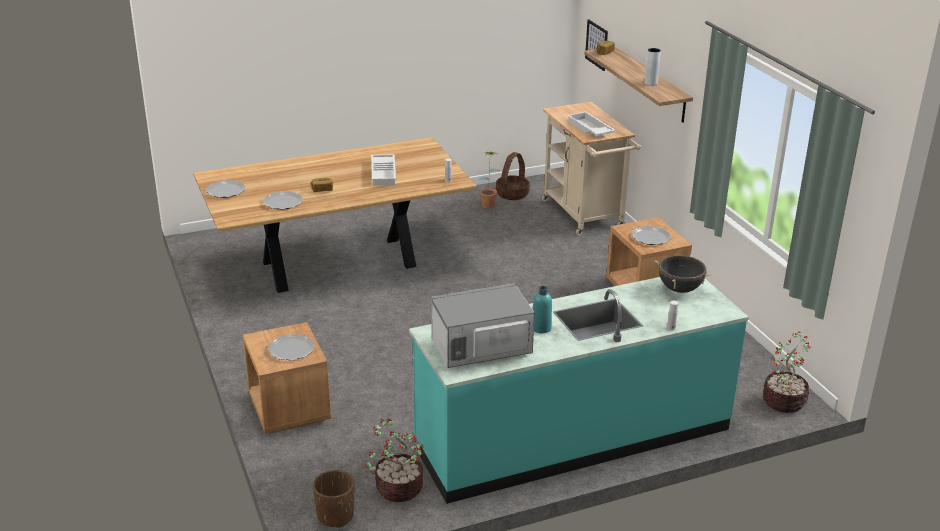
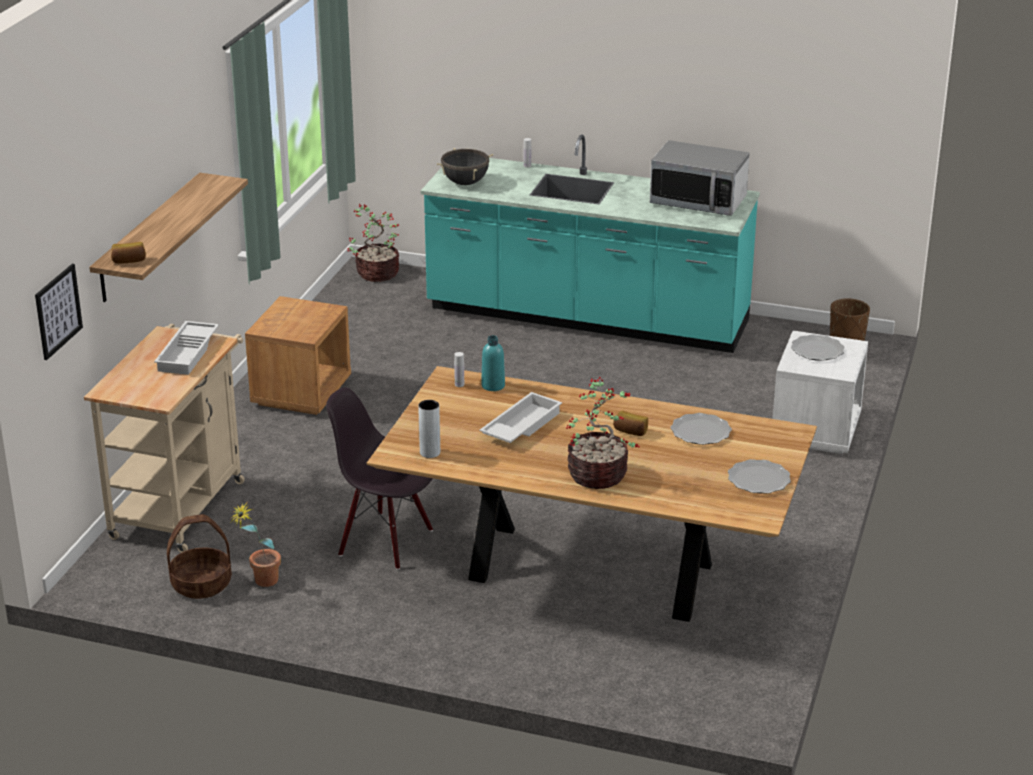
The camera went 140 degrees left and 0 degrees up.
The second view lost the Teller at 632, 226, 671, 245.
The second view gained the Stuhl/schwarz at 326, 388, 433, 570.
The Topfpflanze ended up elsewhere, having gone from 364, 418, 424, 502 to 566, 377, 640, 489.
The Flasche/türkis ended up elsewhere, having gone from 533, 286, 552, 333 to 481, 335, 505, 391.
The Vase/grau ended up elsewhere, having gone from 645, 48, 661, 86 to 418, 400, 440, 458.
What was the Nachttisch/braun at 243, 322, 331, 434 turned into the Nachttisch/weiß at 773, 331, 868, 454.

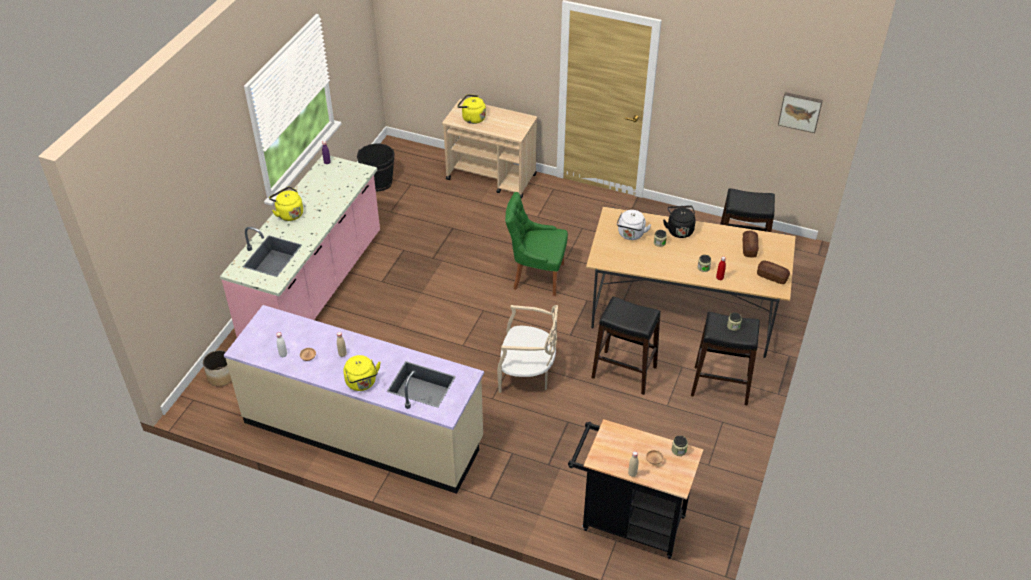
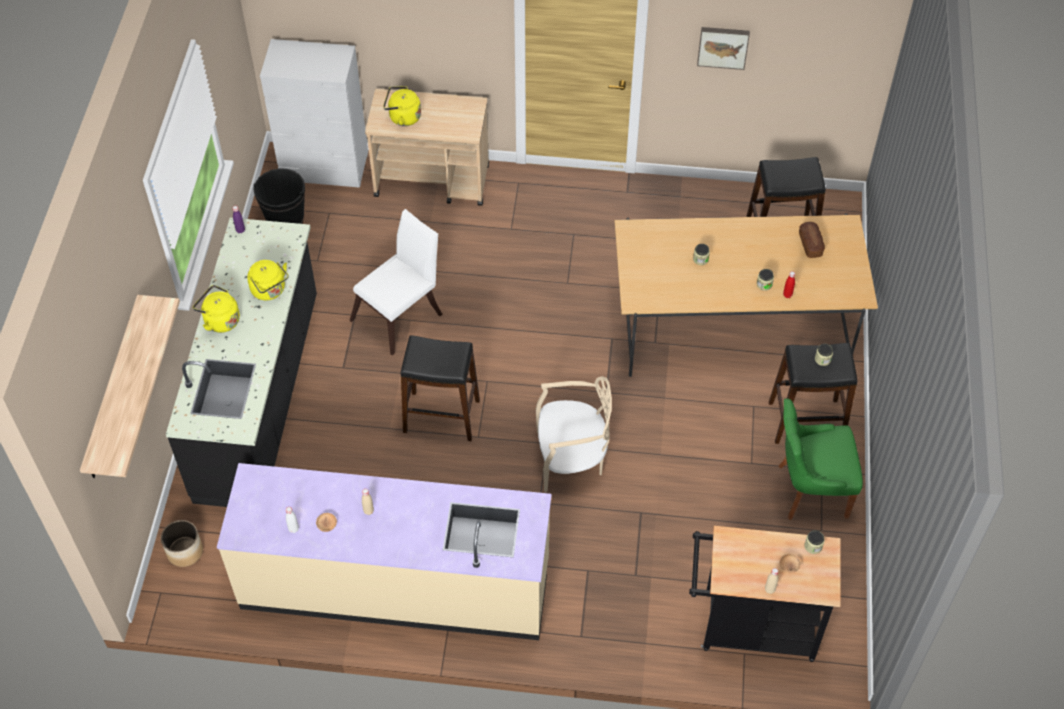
The camera went 15 degrees left and 10 degrees up.
The second view lost the Wasserkessel/weiß at 617, 210, 651, 240.
The second view lost the Wasserkessel/schwarz at 663, 205, 696, 238.
The second view lost the Brot at 757, 261, 790, 284.
The second view gained the Wandregal at 80, 295, 180, 478.
The second view gained the Kommode/weiß at 260, 39, 368, 187.
The second view gained the Stuhl/weiß at 350, 209, 443, 355.
The Wasserkessel/gelb ended up elsewhere, having gone from 343, 355, 381, 391 to 247, 260, 289, 300.
The Stuhl/grün ended up elsewhere, having gone from 505, 192, 568, 296 to 778, 398, 863, 520.
The Hocker/schwarz ended up elsewhere, having gone from 591, 297, 661, 395 to 401, 335, 480, 441.
The Bild ended up elsewhere, having gone from 778, 92, 823, 133 to 697, 27, 750, 70.
What was the Küchenzeile/rosa at 220, 155, 380, 337 turned into the Küchenzeile/schwarz at 166, 218, 317, 507.

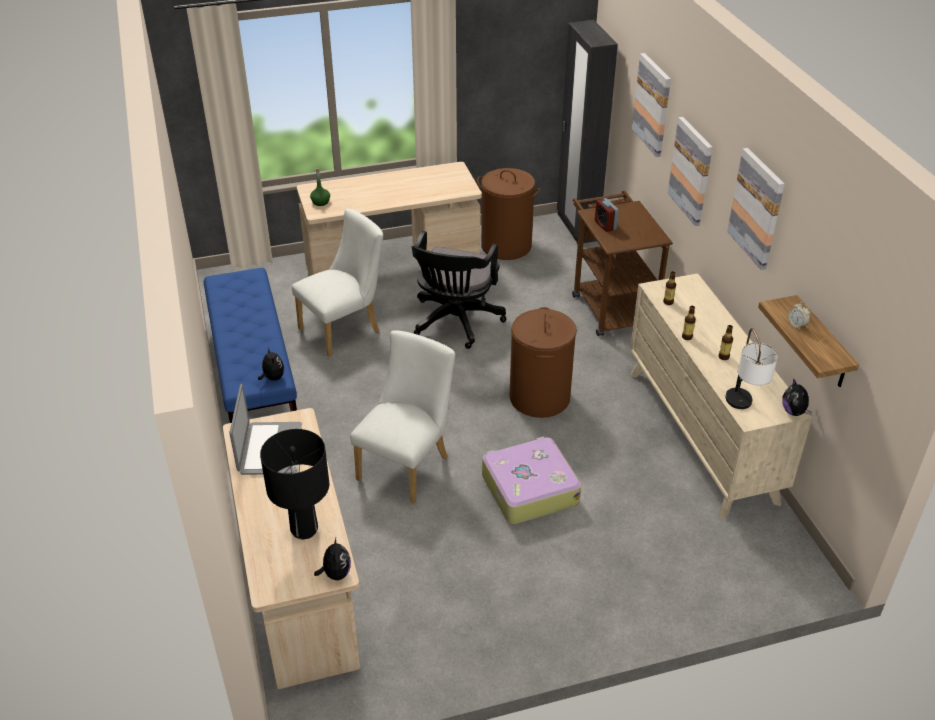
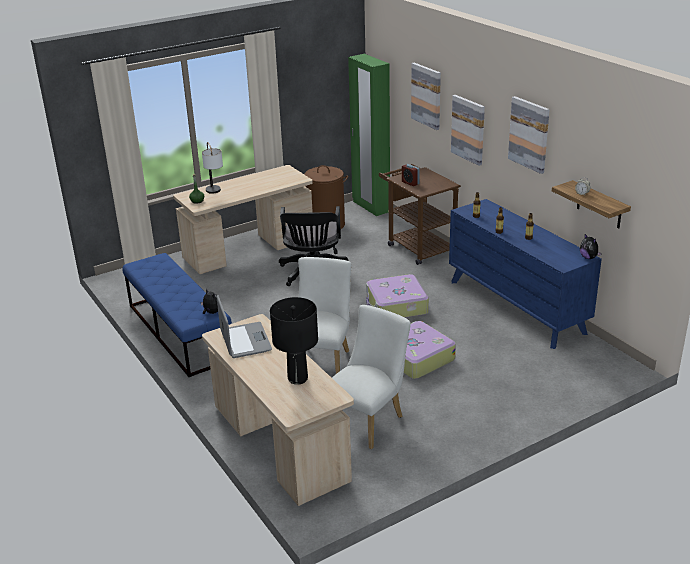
The camera went 15 degrees left and 10 degrees down.
The second view lost the Plüschtier at 314, 538, 351, 580.
The Stuhl/weiß ended up elsewhere, having gone from 292, 208, 383, 357 to 332, 305, 411, 449.
The Tischlampe ended up elsewhere, having gone from 726, 328, 778, 409 to 202, 142, 223, 194.
Where the Wäschekorb/braun stood at 509, 307, 577, 418, the Koffer came to stand at 366, 274, 429, 318.
What was the Kleiderschrank/schwarz at 557, 20, 618, 244 turned into the Kleiderschrank/grün at 348, 54, 390, 216.
What was the Kommode/beige at 630, 273, 812, 519 turned into the Kommode/blau at 449, 199, 602, 349.

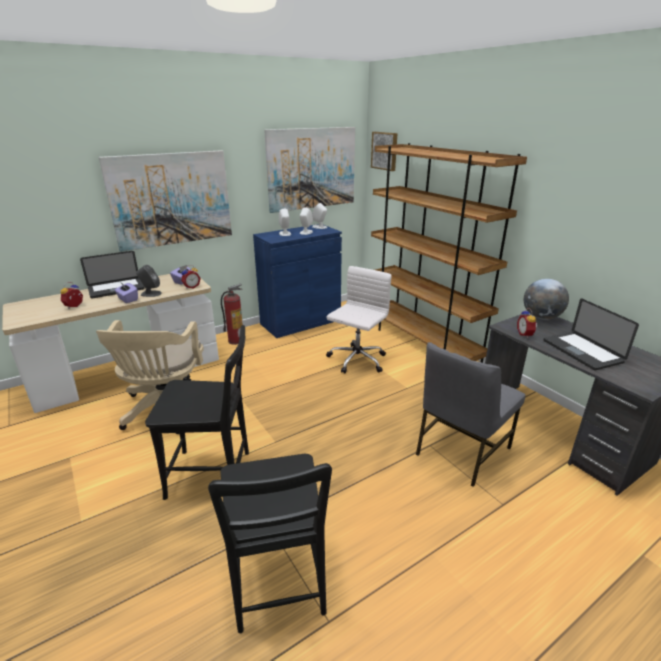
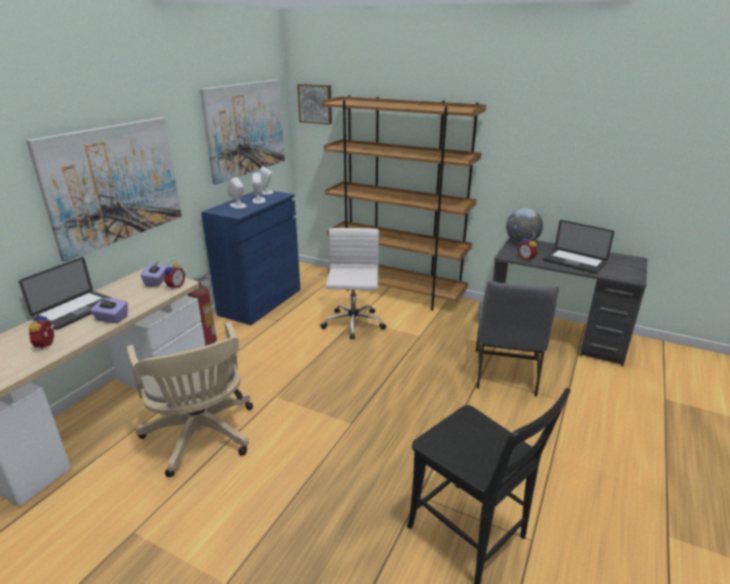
The camera went 30 degrees left and 0 degrees up.
The second view lost the Lautsprecher/grau at 136, 265, 162, 297.
The second view lost the Stuhl/schwarz at 145, 325, 249, 500.

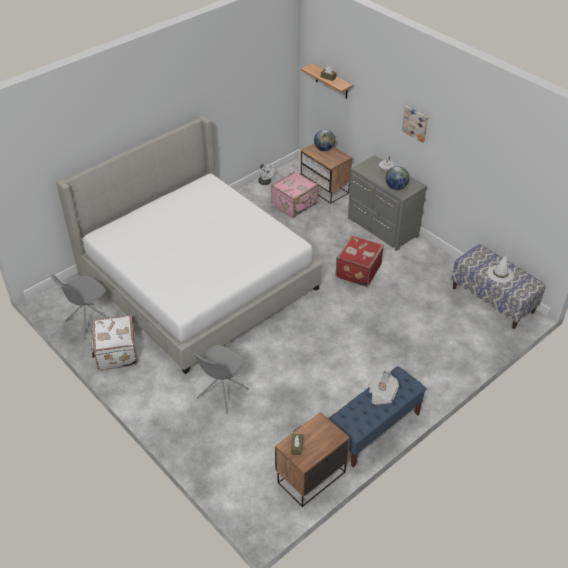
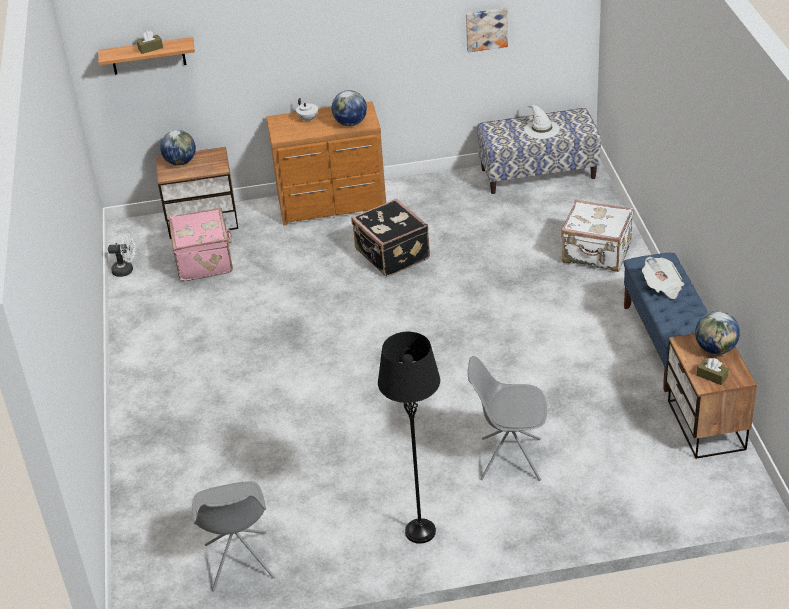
The camera went 55 degrees left and 5 degrees down.
The second view lost the Bett at 56, 115, 322, 374.
The second view gained the Stehlampe/schwarz at 378, 332, 440, 544.
The second view gained the Globus at 695, 311, 740, 355.
The Koffer/weiß ended up elsewhere, having gone from 91, 315, 138, 370 to 561, 200, 633, 272.
The Bild ended up elsewhere, having gone from 402, 106, 428, 143 to 466, 8, 508, 52.
What was the Koffer/rot at 335, 235, 384, 287 turned into the Koffer/schwarz at 351, 199, 430, 277.
What was the Kommode/grau at 348, 155, 427, 251 turned into the Kommode/braun at 266, 101, 386, 226.
The Stuhl/grau at 194, 345, 249, 414 ended up facing another way, 120 degrees clockwise from before.

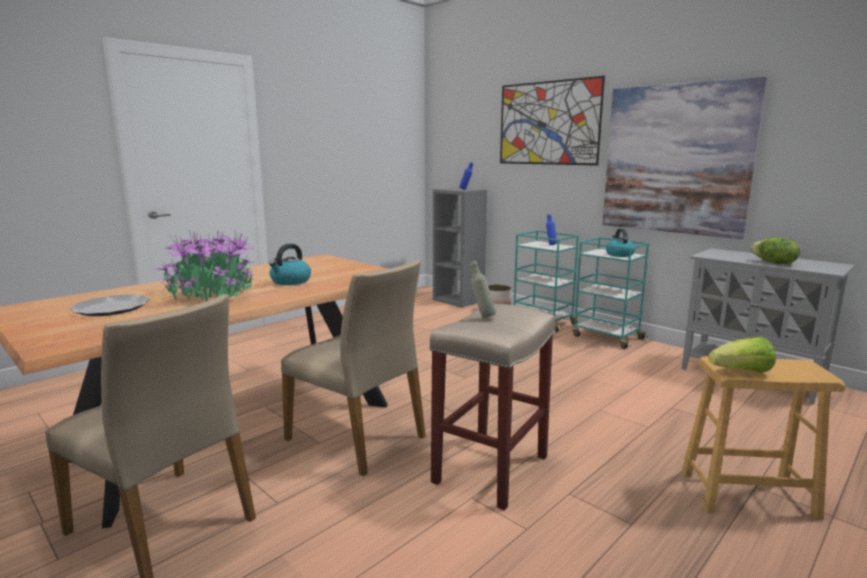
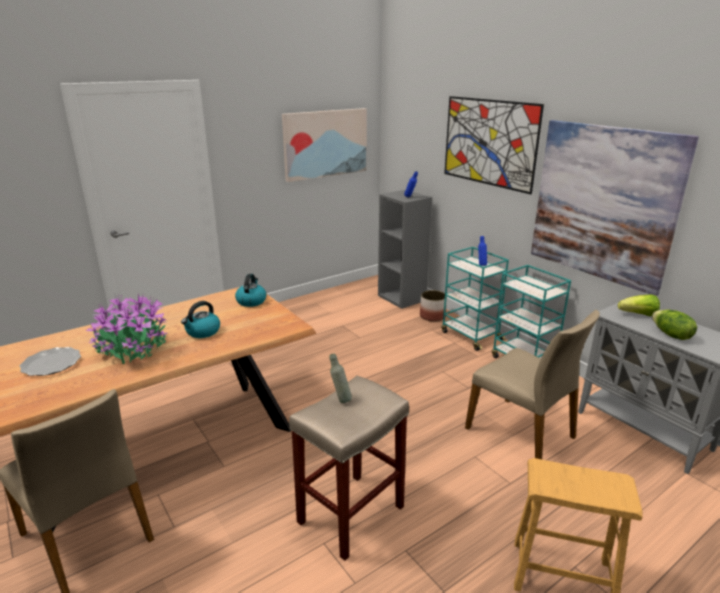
The camera went 10 degrees right and 10 degrees up.
The second view gained the Bild at 282, 108, 367, 182.
The Stuhl/beige ended up elsewhere, having gone from 281, 259, 426, 476 to 465, 310, 600, 459.
The Wasserkessel ended up elsewhere, having gone from 606, 228, 635, 257 to 235, 274, 267, 307.
The Salatkopf ended up elsewhere, having gone from 709, 337, 776, 373 to 618, 295, 660, 316.

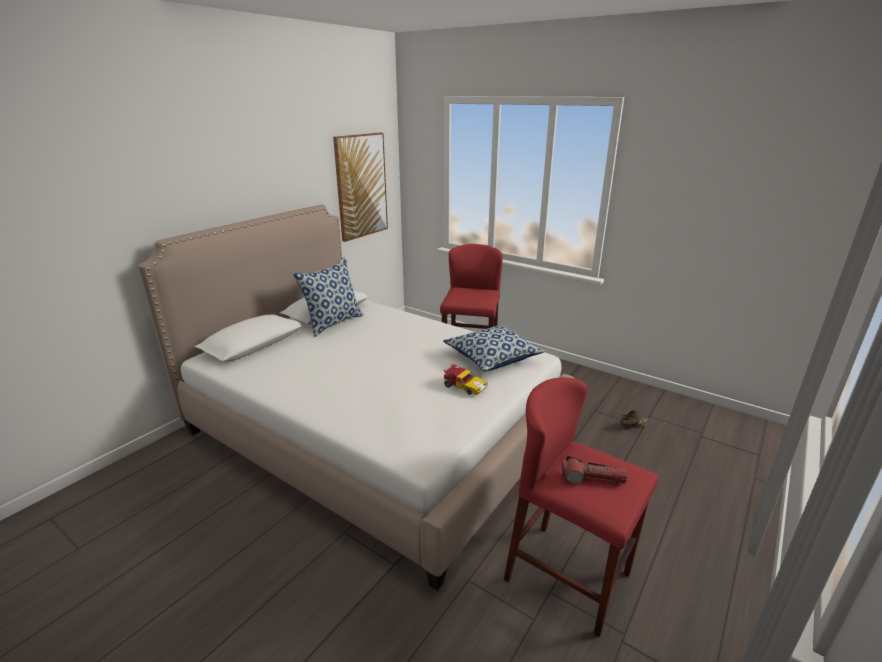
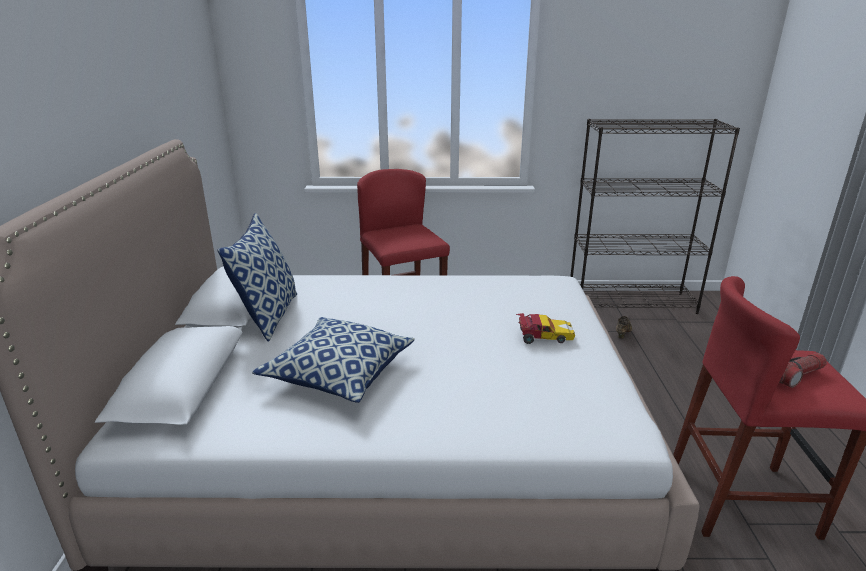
The camera went 35 degrees left and 0 degrees up.
The second view lost the Bild at 333, 133, 388, 242.
The second view gained the Bücherregal/schwarz at 570, 119, 740, 314.
The Kissen ended up elsewhere, having gone from 443, 324, 545, 372 to 252, 317, 415, 403.

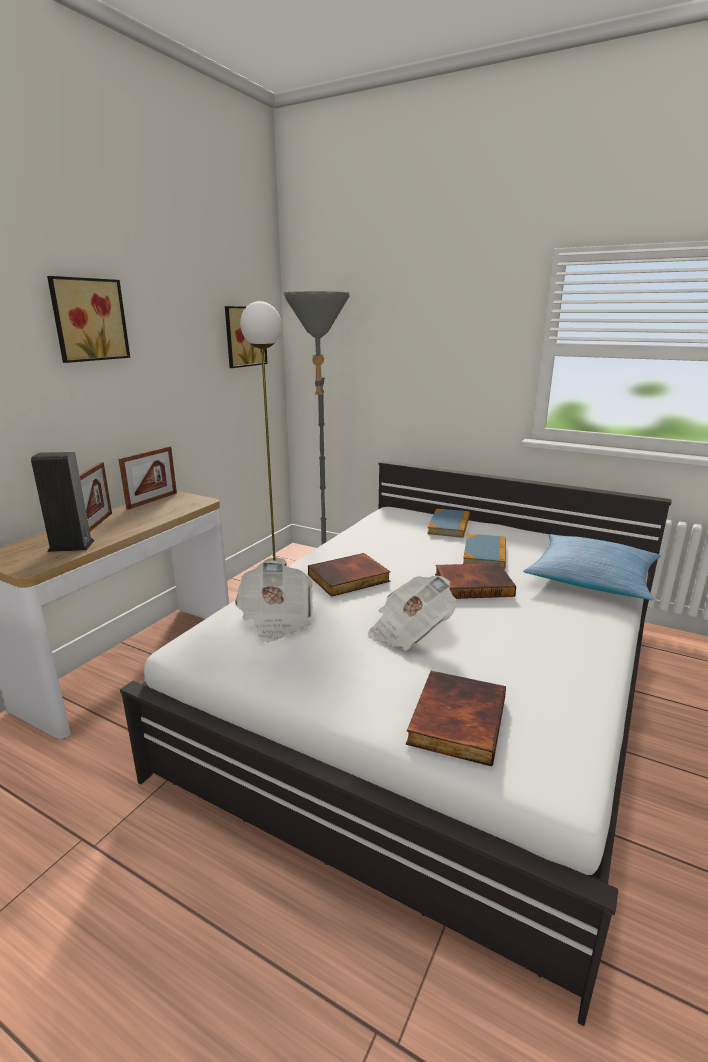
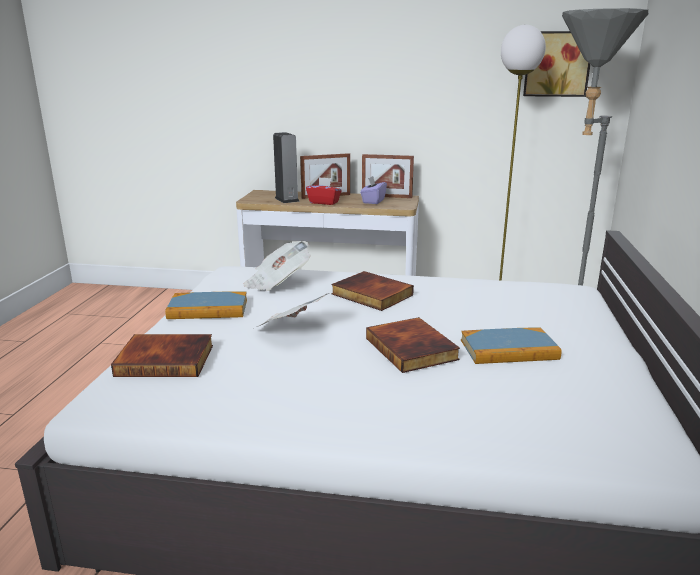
The camera went 70 degrees right and 0 degrees up.
The second view lost the Bild at 47, 276, 130, 363.
The second view lost the Kissen at 523, 534, 661, 600.
The second view gained the Taschentuchbox/rot at 306, 177, 342, 205.
The second view gained the Taschentuchbox/lila at 360, 176, 387, 204.
The Buch ended up elsewhere, having gone from 427, 509, 470, 538 to 165, 291, 247, 319.

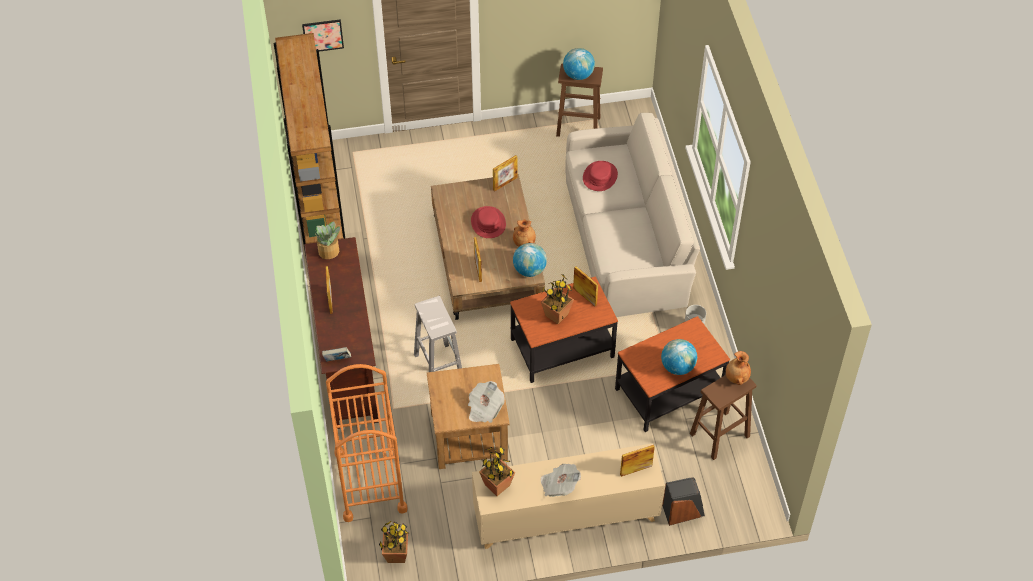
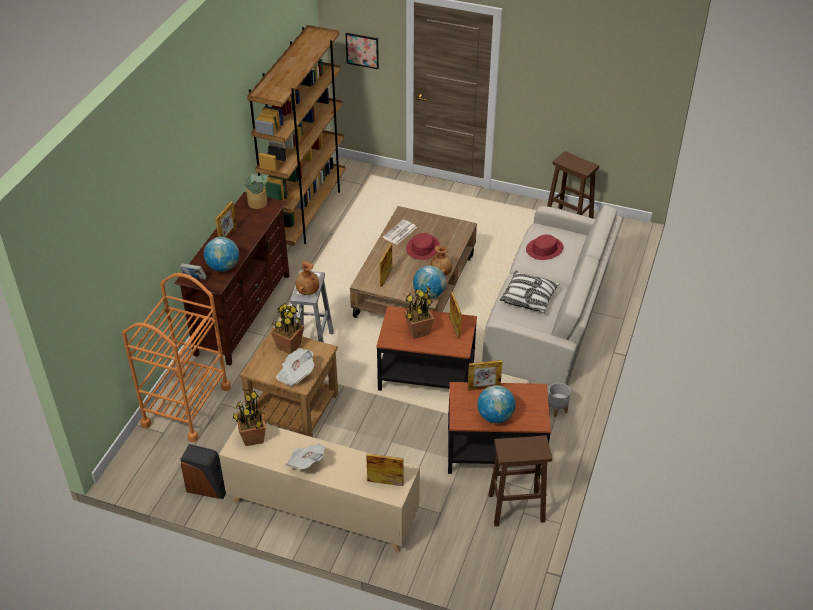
The camera went 30 degrees right and 10 degrees down.
The second view gained the Zeitung at 383, 220, 417, 245.
The second view gained the Kissen at 500, 271, 560, 313.
The Topfpflanze ended up elsewhere, having gone from 379, 521, 409, 563 to 271, 303, 304, 354.
The Bilderrahmen ended up elsewhere, having gone from 493, 155, 517, 192 to 468, 360, 503, 391.
The Globus ended up elsewhere, having gone from 563, 48, 595, 80 to 204, 237, 239, 272.
The Lautsprecher ended up elsewhere, having gone from 662, 478, 705, 526 to 181, 444, 226, 499.
The Vase/braun ended up elsewhere, having gone from 726, 351, 751, 385 to 296, 261, 319, 295.

